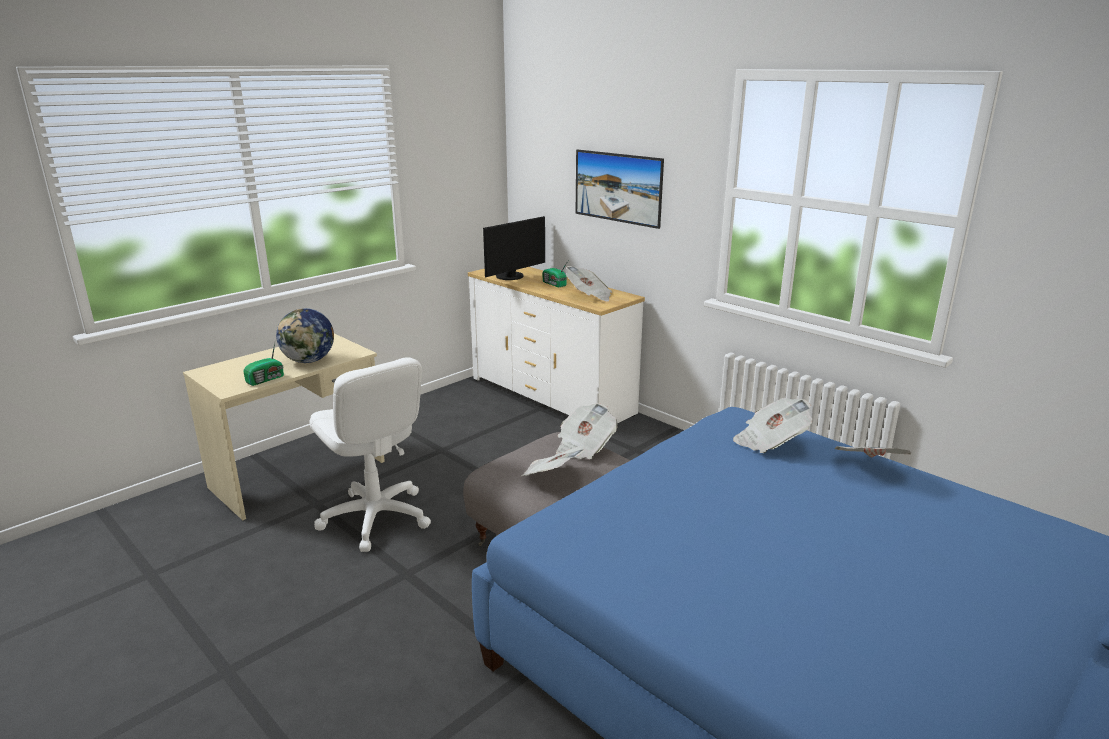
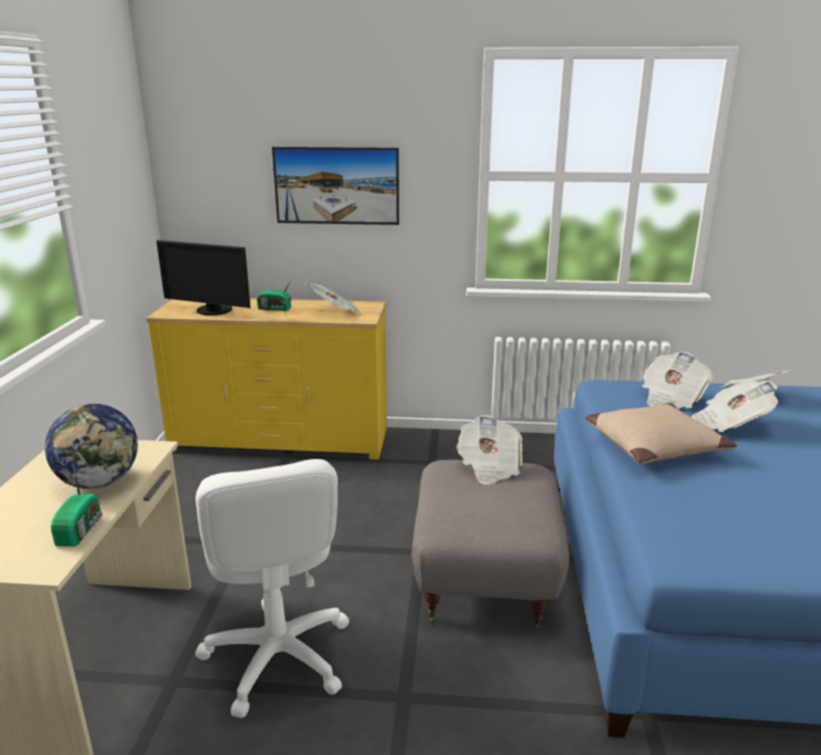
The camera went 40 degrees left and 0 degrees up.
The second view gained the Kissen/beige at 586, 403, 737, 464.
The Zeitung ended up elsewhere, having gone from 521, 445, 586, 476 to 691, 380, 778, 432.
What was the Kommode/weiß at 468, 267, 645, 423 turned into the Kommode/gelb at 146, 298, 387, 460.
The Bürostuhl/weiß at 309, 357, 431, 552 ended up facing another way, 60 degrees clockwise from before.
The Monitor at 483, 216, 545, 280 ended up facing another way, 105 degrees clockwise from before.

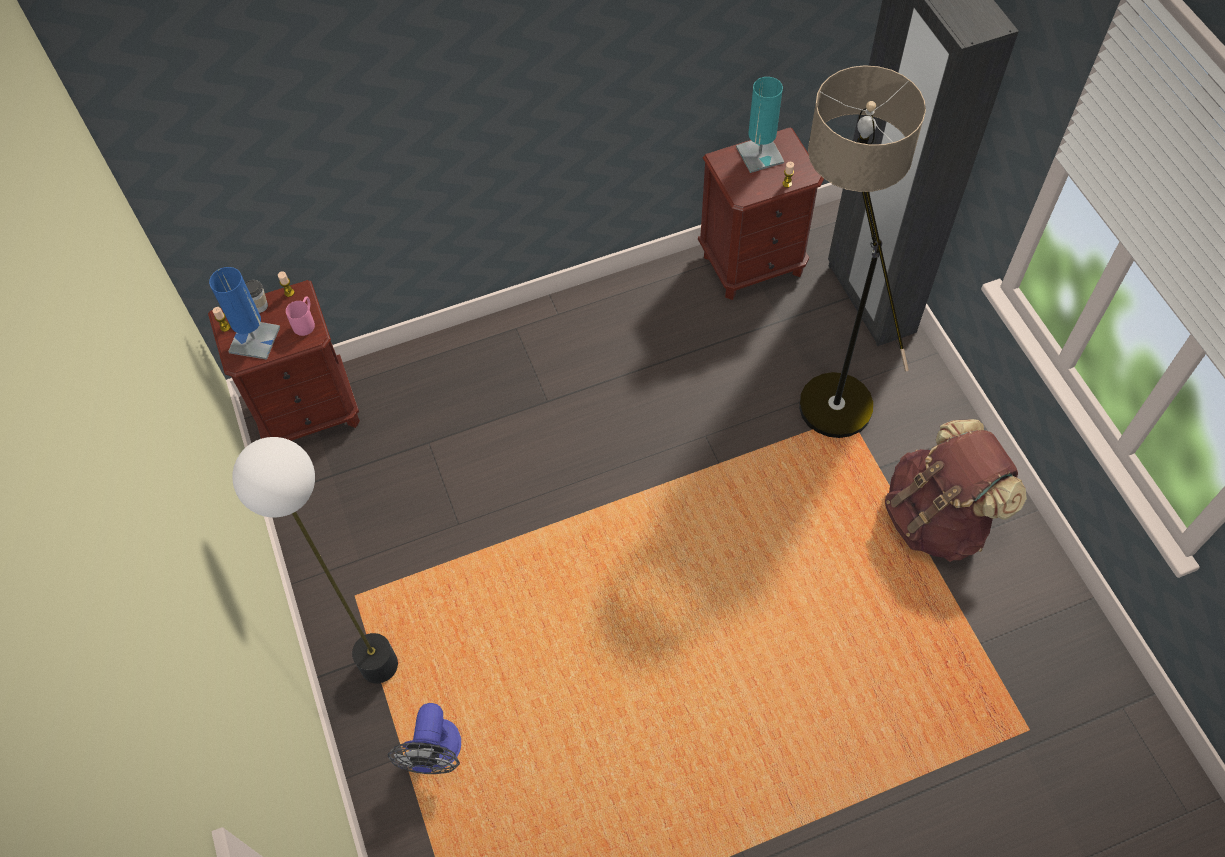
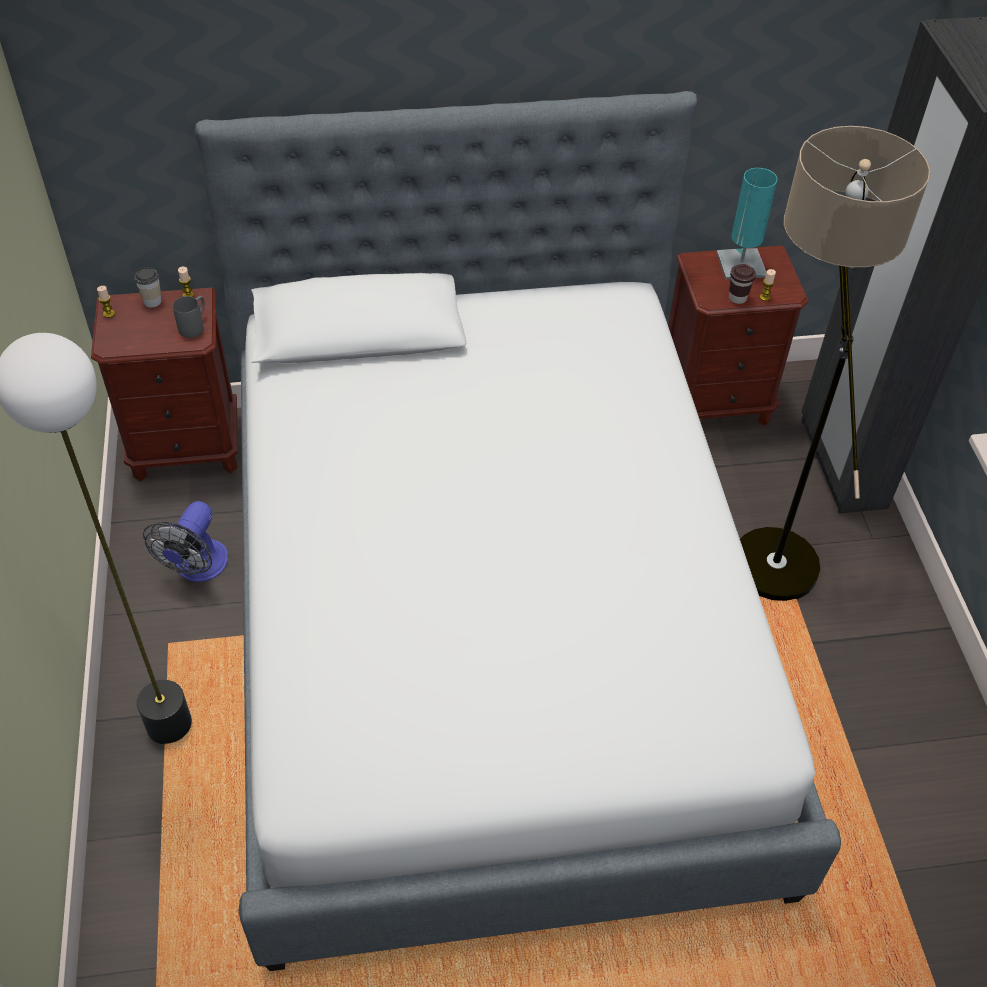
The camera went 10 degrees right and 10 degrees down.
The second view lost the Tischlampe/blau at 209, 267, 280, 360.
The second view lost the Rucksack/braun at 885, 419, 1027, 562.
The second view gained the Bett at 195, 91, 841, 971.
The second view gained the Tasse/braun at 729, 264, 756, 304.
The Ventilator ended up elsewhere, having gone from 387, 703, 461, 774 to 143, 501, 228, 582.
What was the Henkelbecher/rosa at 286, 296, 315, 336 turned into the Henkelbecher/grau at 173, 296, 205, 338.

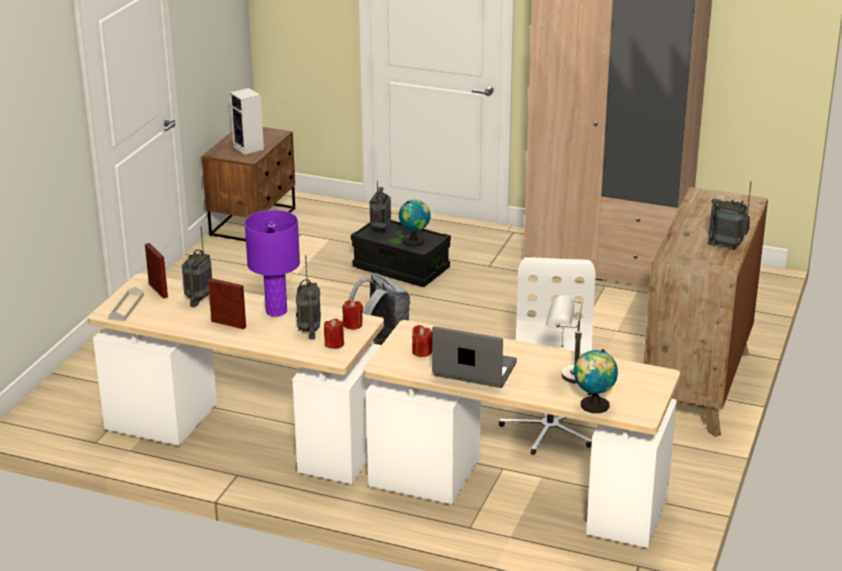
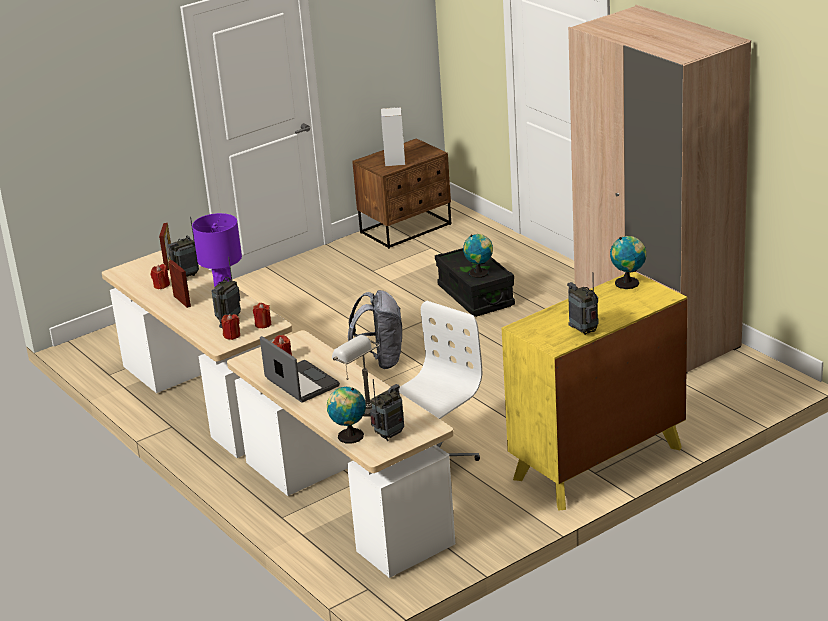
The camera went 35 degrees right and 0 degrees up.
The second view lost the Tablett/grau at 109, 287, 144, 321.
The second view gained the Kerze/rot at 151, 264, 170, 289.
The second view gained the Globus at 610, 236, 646, 289.
The Radio ended up elsewhere, having gone from 369, 181, 391, 233 to 370, 379, 404, 441.
What was the Kommode/braun at 643, 187, 768, 437 turned into the Kommode/gelb at 502, 272, 687, 511.

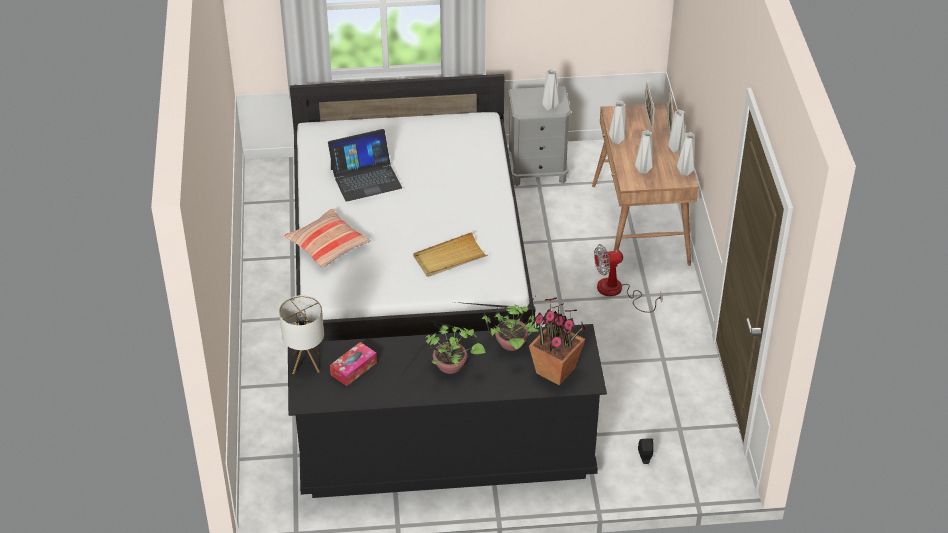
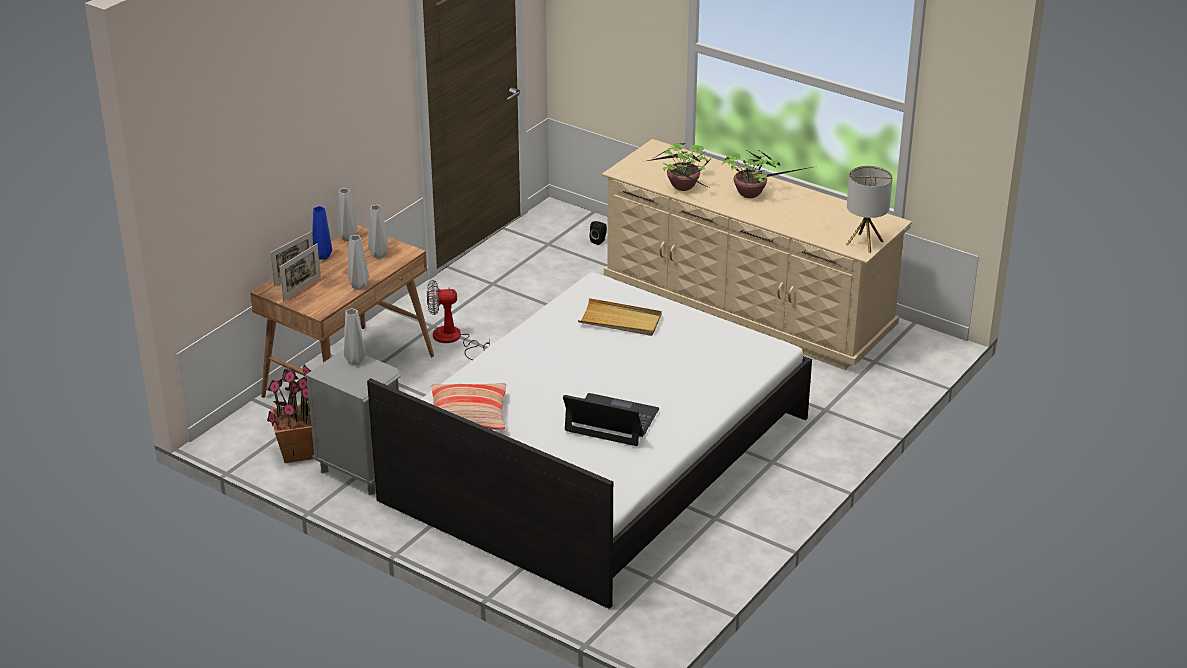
The camera went 140 degrees left and 10 degrees down.
The second view lost the Taschentuchbox at 330, 342, 377, 386.
The Kissen ended up elsewhere, having gone from 284, 209, 371, 268 to 431, 383, 506, 430.
The Topfpflanze ended up elsewhere, having gone from 529, 297, 585, 386 to 267, 364, 314, 463.
What was the Kommode/schwarz at 288, 324, 607, 498 turned into the Kommode/beige at 602, 139, 912, 370.
What was the Vase/grau at 668, 110, 685, 153 turned into the Vase/blau at 312, 206, 332, 260.
The Ventilator at 594, 244, 663, 313 ended up facing another way, 150 degrees clockwise from before.

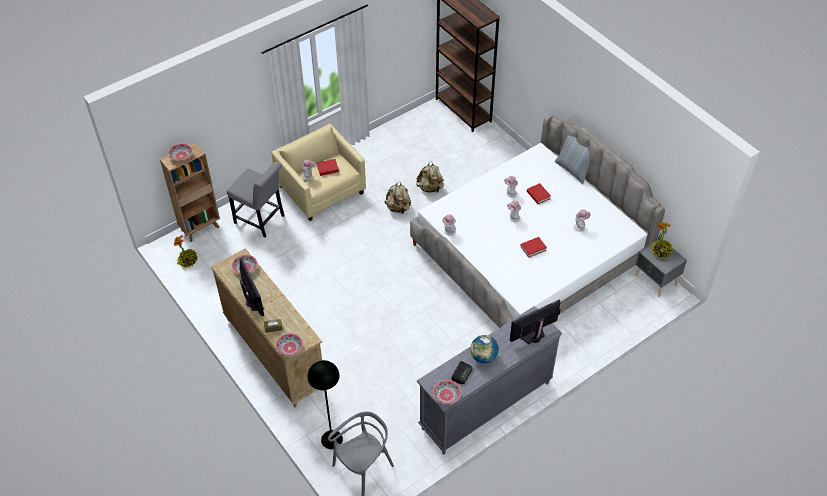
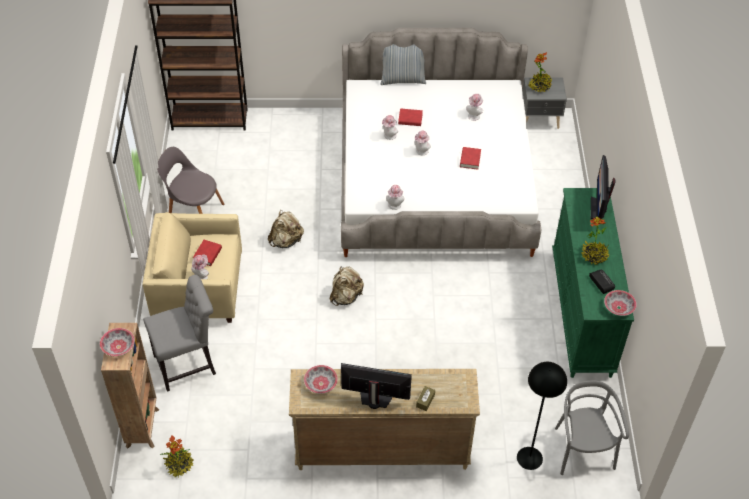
The camera went 55 degrees left and 0 degrees up.
The second view lost the Schüssel at 276, 333, 303, 356.
The second view gained the Stuhl/grau at 157, 147, 225, 214.
The Rucksack/beige ended up elsewhere, having gone from 416, 162, 444, 194 to 330, 266, 364, 306.
Where the Globus stood at 470, 335, 499, 363, the Topfpflanze came to stand at 581, 217, 610, 265.
What was the Kommode/grau at 417, 306, 562, 454 turned into the Kommode/grün at 552, 188, 634, 378.

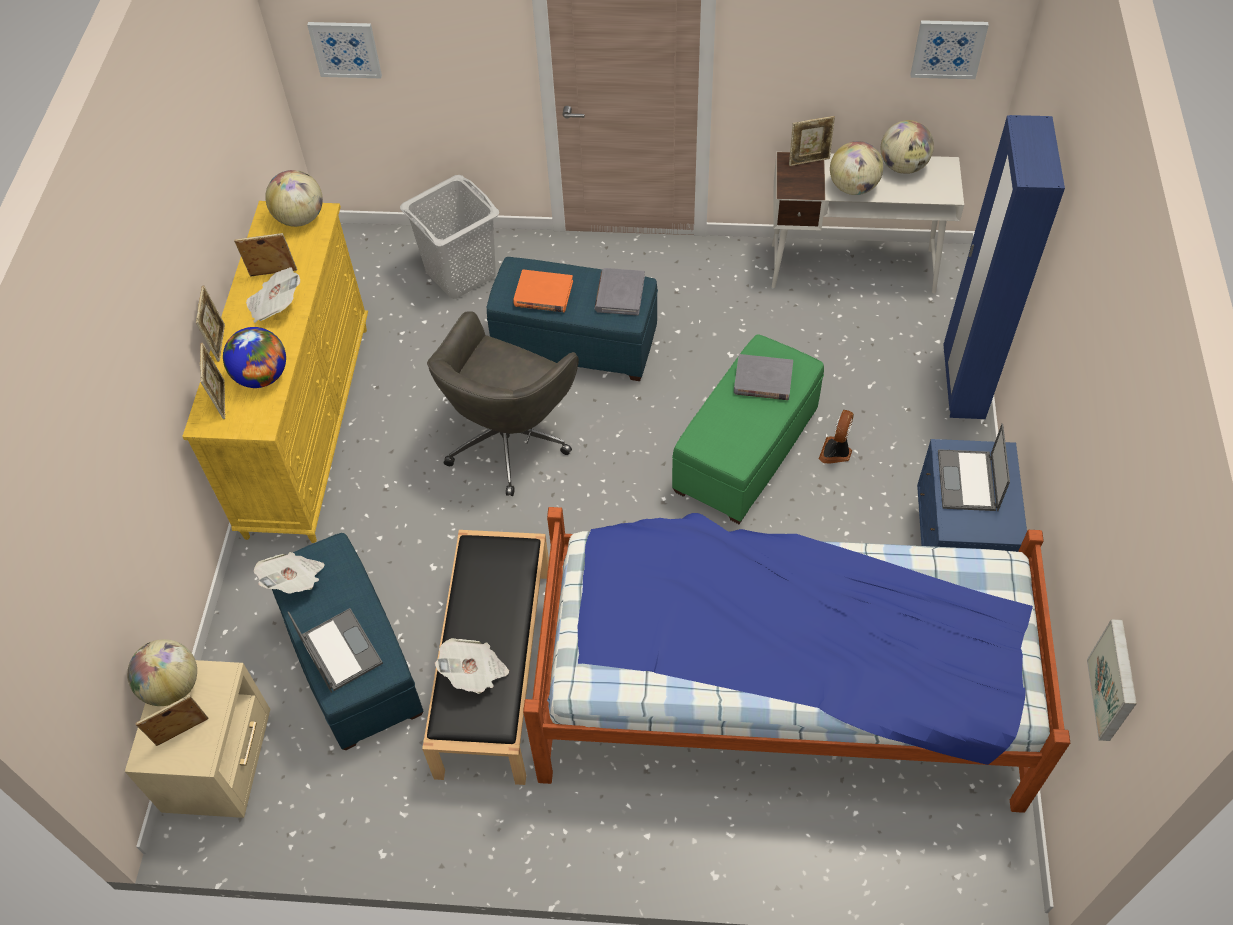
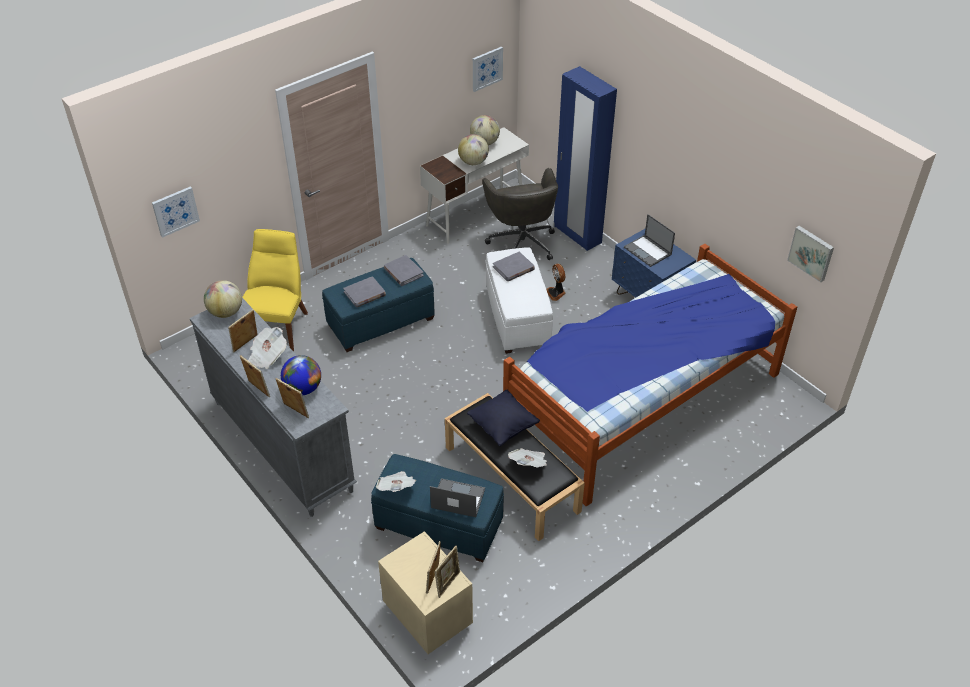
The camera went 45 degrees left and 10 degrees down.
The second view lost the Globus at 127, 639, 197, 706.
The second view gained the Kissen/schwarz at 467, 390, 540, 446.
The Bürostuhl/grau ended up elsewhere, having gone from 427, 311, 579, 496 to 482, 168, 558, 260.
The Bilderrahmen ended up elsewhere, having gone from 789, 116, 835, 166 to 434, 546, 460, 598.
Where the Wäschekorb/grau stood at 400, 175, 499, 299, the Stuhl/gelb came to stand at 242, 229, 308, 352.
What was the Kommode/gelb at 182, 201, 368, 543 turned into the Kommode/grau at 190, 298, 357, 517.
What was the Buch/orange at 514, 270, 573, 312 turned into the Buch/grau at 343, 276, 386, 307.
What was the Polsterhocker/grün at 672, 334, 824, 524 turned into the Polsterhocker/weiß at 485, 247, 553, 354.

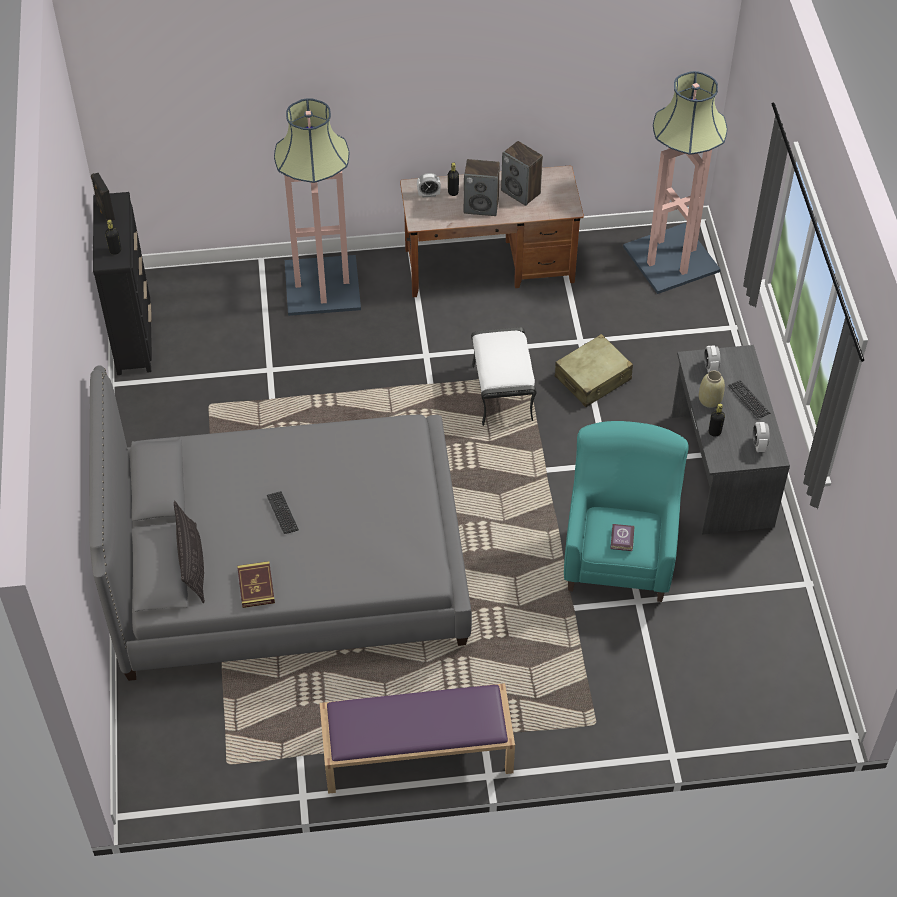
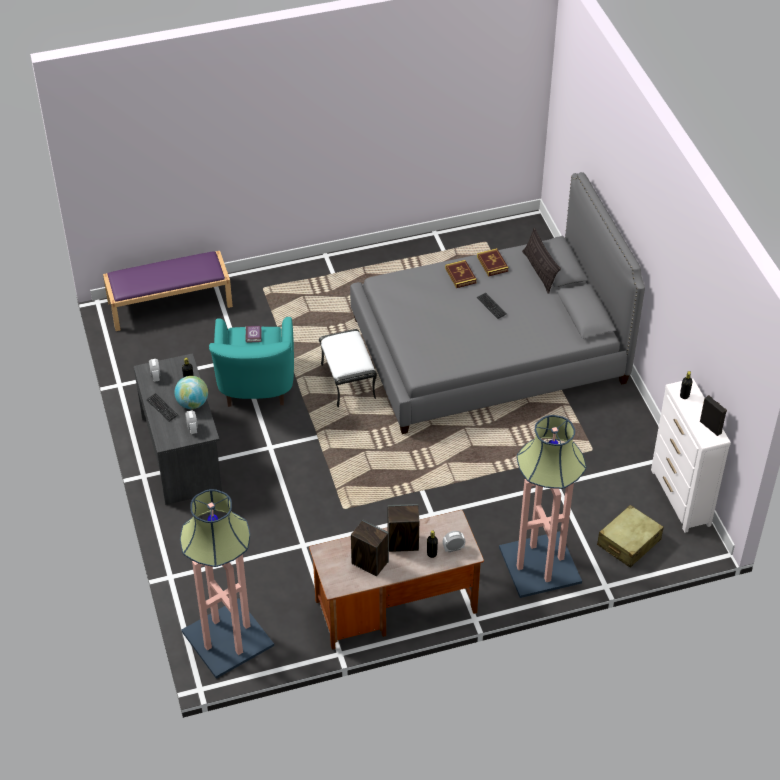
The camera went 170 degrees right and 5 degrees down.
The second view gained the Buch at 445, 260, 477, 288.
The Bank/lila ended up elsewhere, having gone from 320, 683, 515, 794 to 103, 251, 233, 331.
The Polsterhocker/weiß ended up elsewhere, having gone from 471, 327, 537, 426 to 319, 329, 377, 407.
The Koffer/beige ended up elsewhere, having gone from 555, 334, 633, 407 to 597, 505, 664, 568.
Where the Vase/beige stood at 699, 370, 725, 408, the Globus came to stand at 174, 376, 208, 409.
What was the Kommode/schwarz at 93, 192, 152, 375 turned into the Kommode/weiß at 651, 379, 731, 533.

